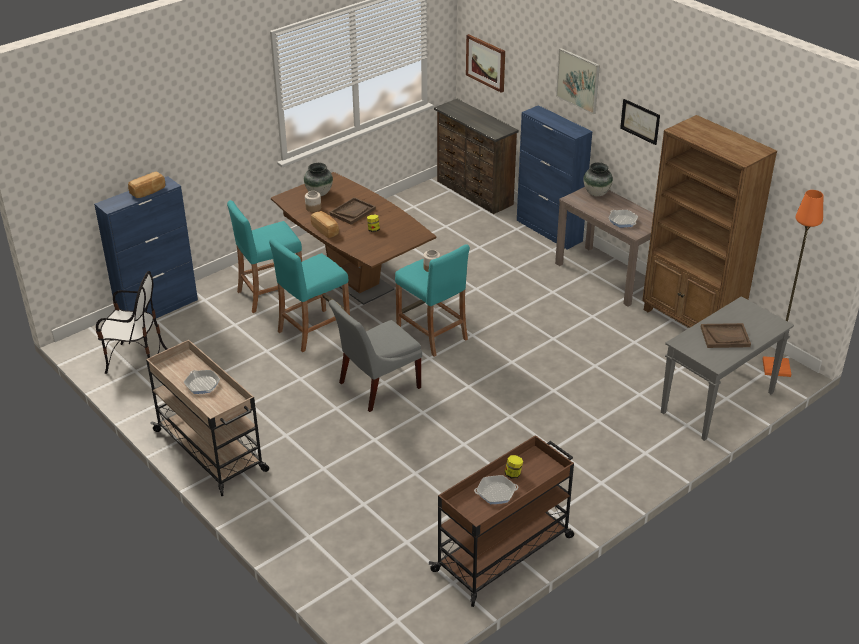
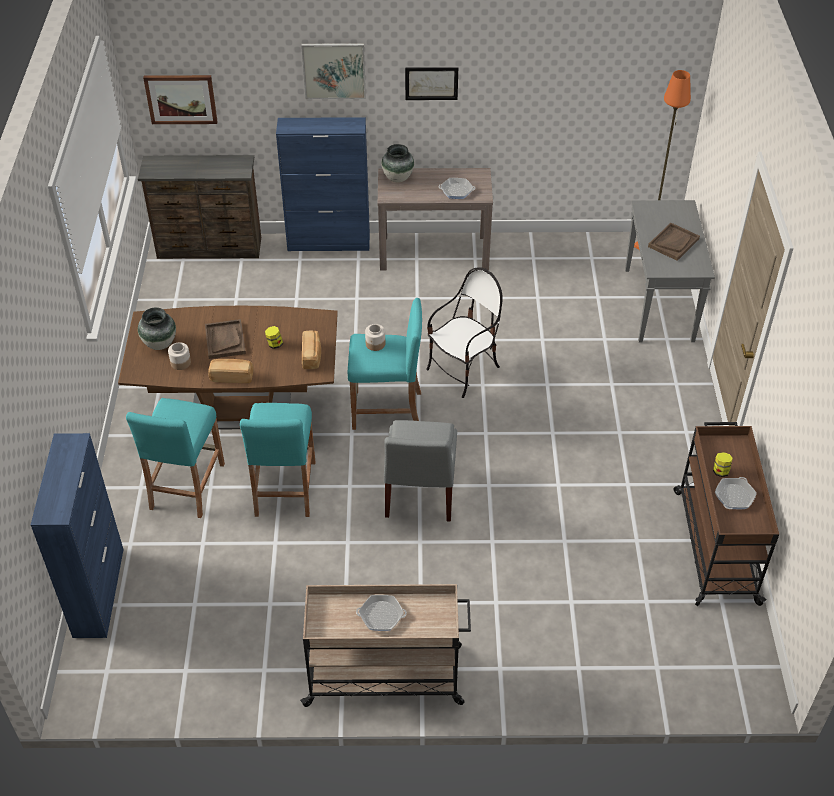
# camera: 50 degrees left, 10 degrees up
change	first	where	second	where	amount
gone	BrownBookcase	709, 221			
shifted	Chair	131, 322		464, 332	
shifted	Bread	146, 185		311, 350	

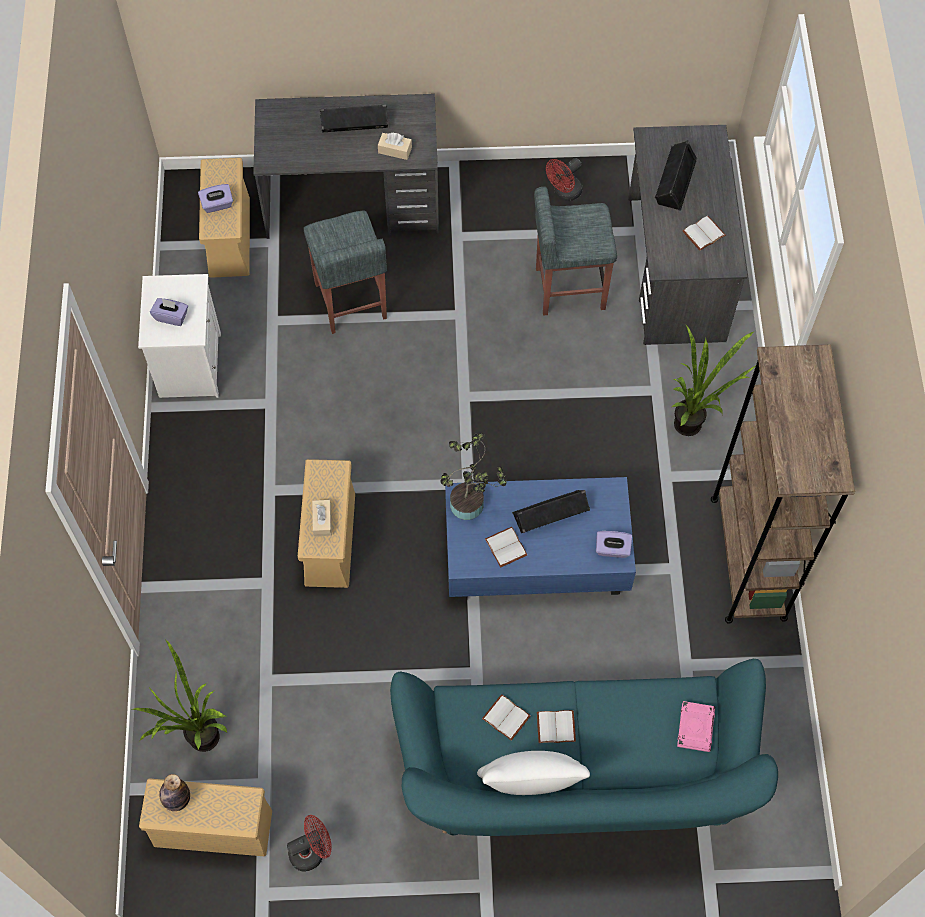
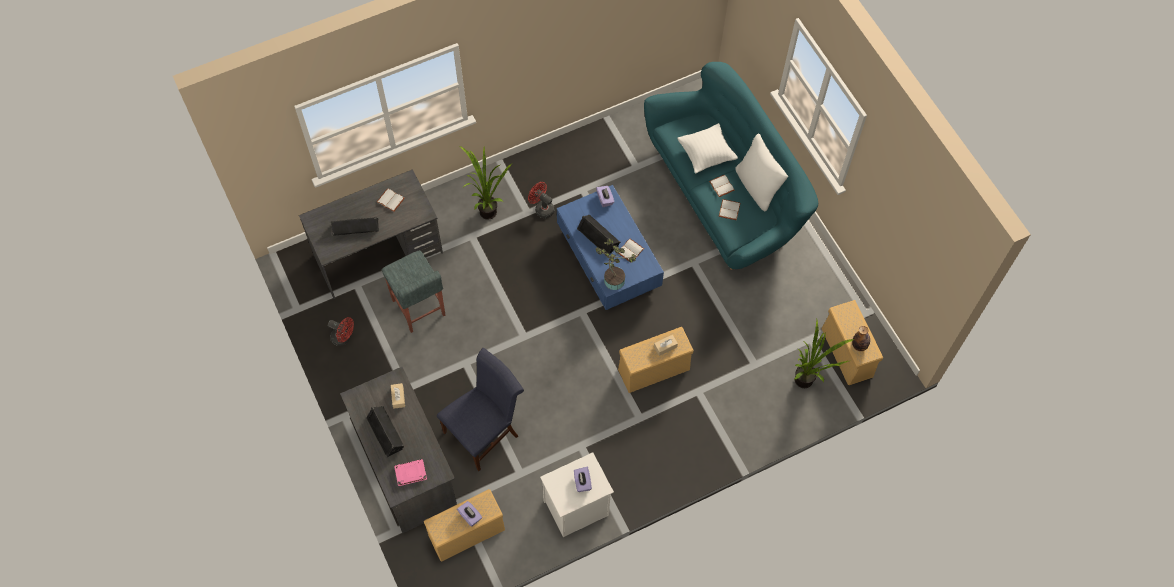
# camera: 115 degrees left, 0 degrees up
change	first	where	second	where	amount
gone	BrownBookcase	783, 484			
new			WhitePillow	707, 148	
shifted	RedFan	309, 843		541, 200	
shifted	PinkBook	696, 726		410, 472	
swapped	GreyStool	345, 272	BlueChair	480, 409	

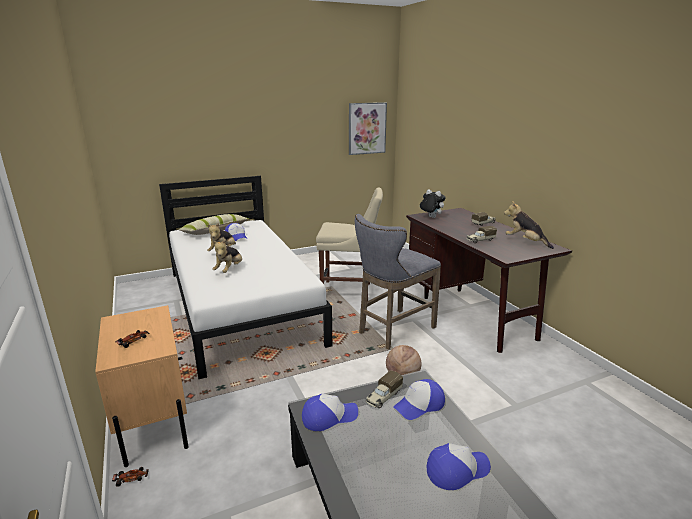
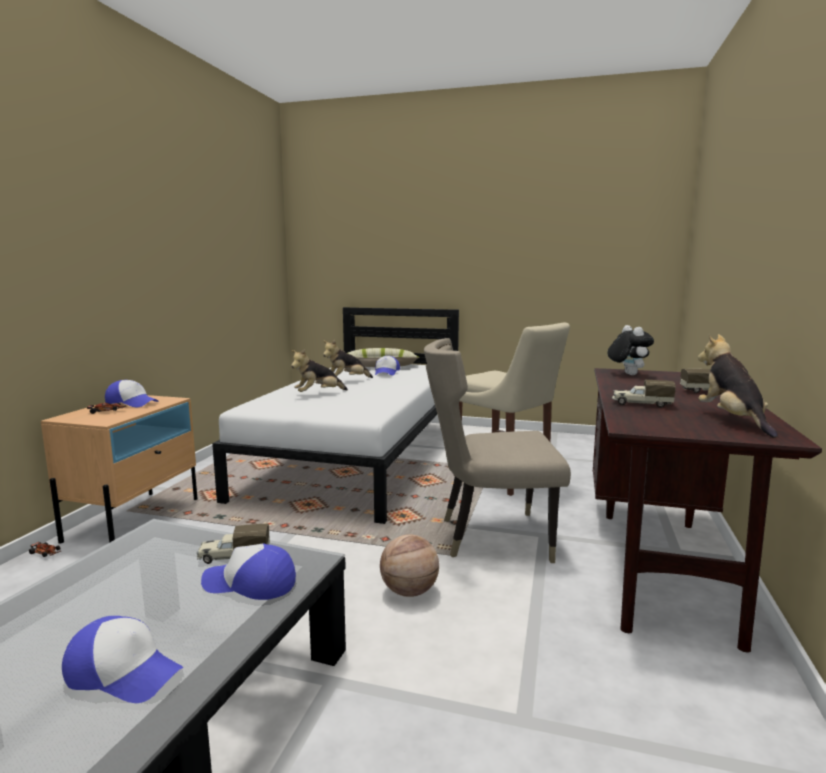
# camera: 40 degrees right, 10 degrees down
change	first	where	second	where	amount
gone	Picture	368, 128			
shifted	Cap	330, 412		131, 393	
swapped	GreyStool	398, 281	BeigeChair	497, 450	

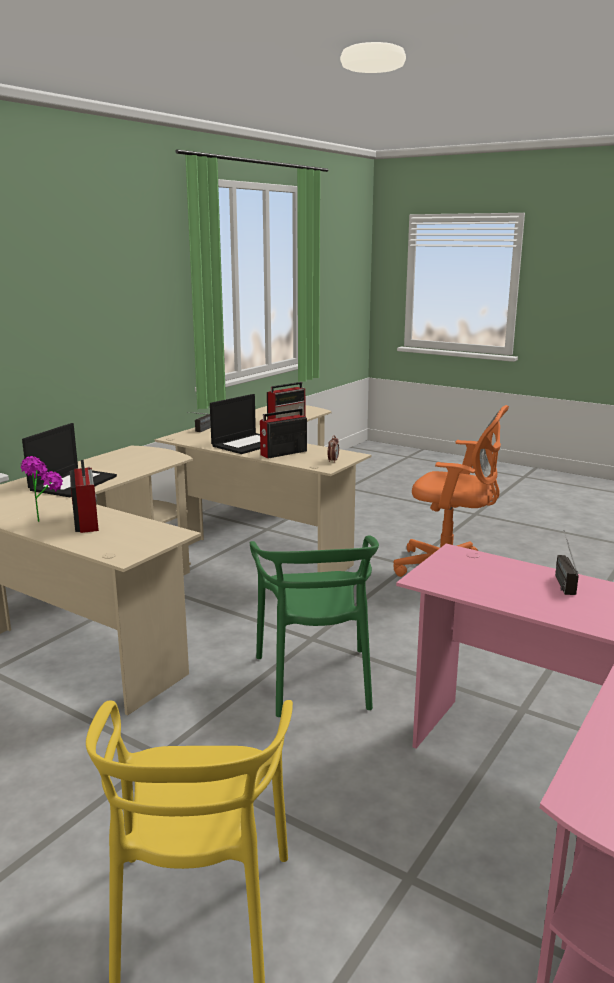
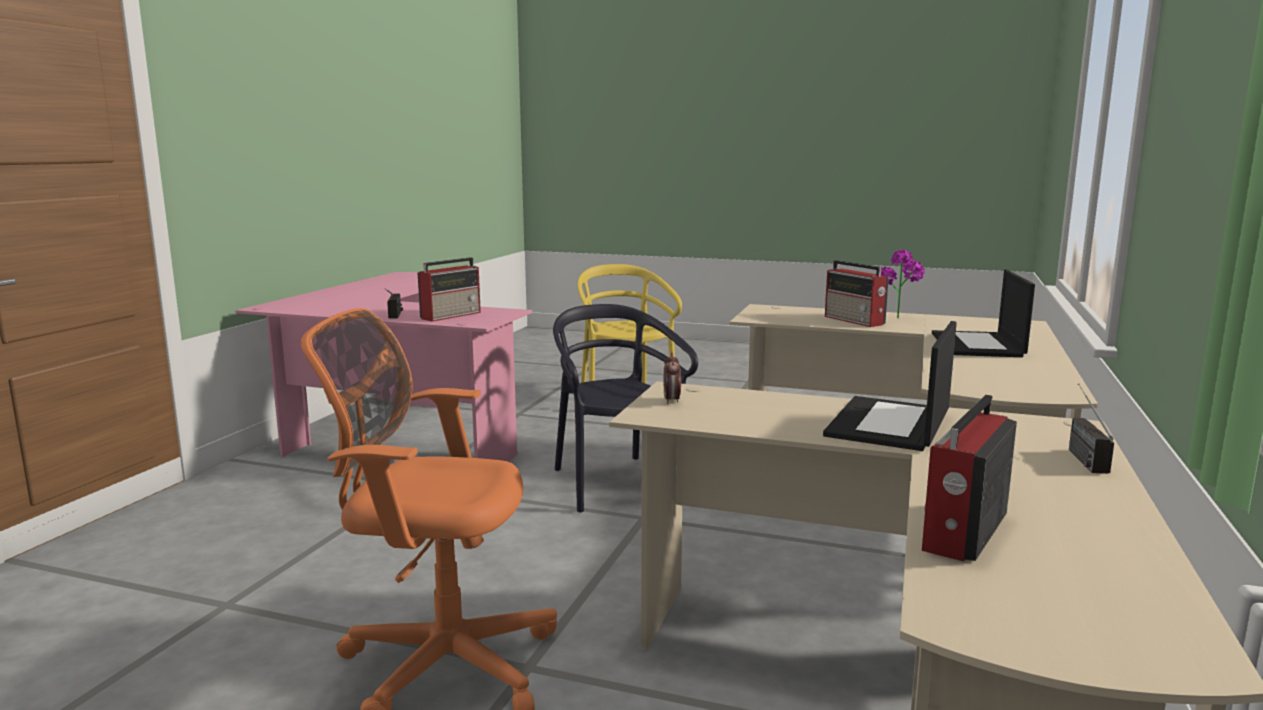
# camera: 165 degrees right, 5 degrees down
change	first	where	second	where	amount
shifted	Radio	283, 433		449, 289	
repainted	GreenChair	314, 626	BlackChair	625, 408	

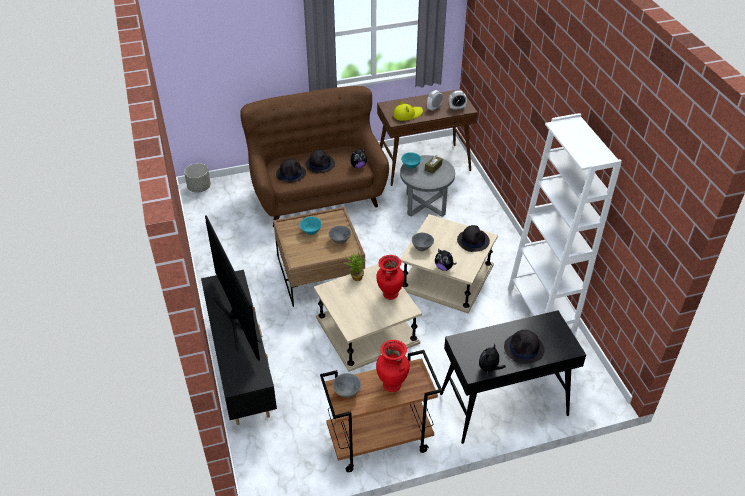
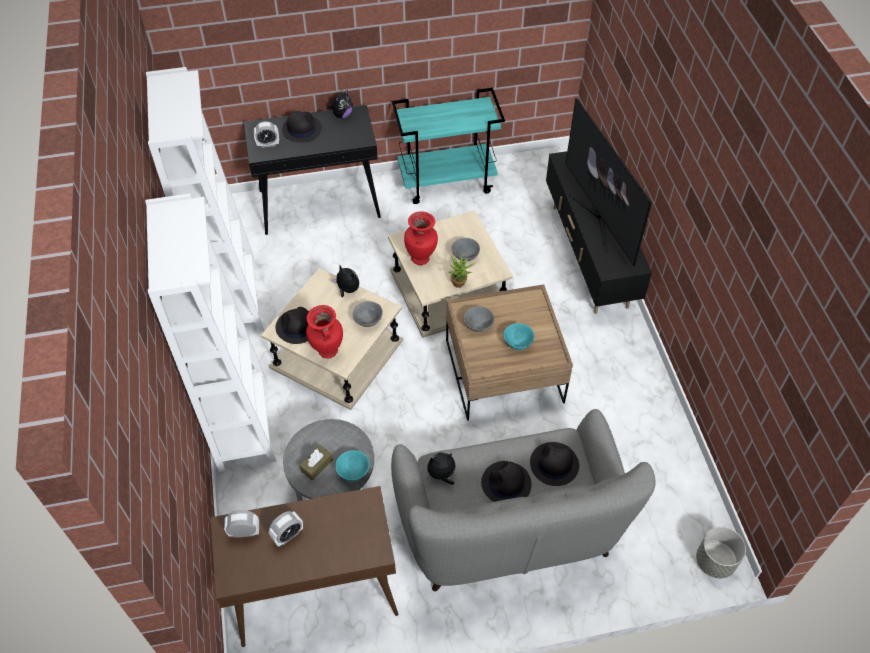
# camera: 175 degrees left, 10 degrees up
change	first	where	second	where	amount
gone	YellowHat	408, 111			
new			WhiteBookcase	211, 332	
new			AlarmClock	266, 134	
shifted	GreyBowl	347, 385		466, 250	
shifted	RedVase	393, 366		324, 332	
repainted	BrownSofa	314, 156	GreySofa	523, 500	
repainted	BrownCart	381, 411	TurquoiseCart	448, 145	

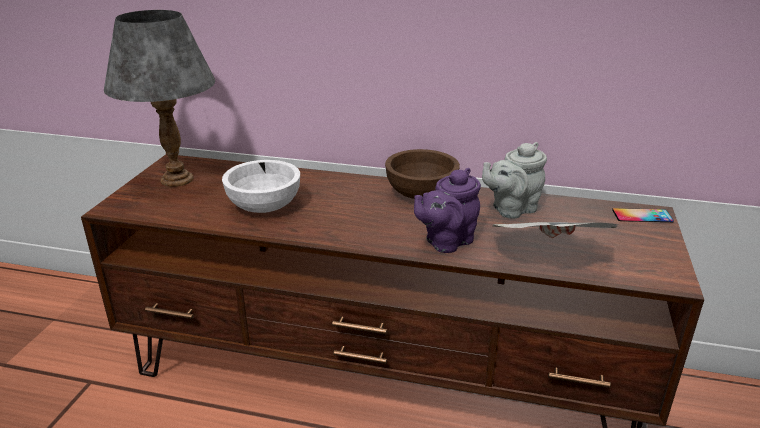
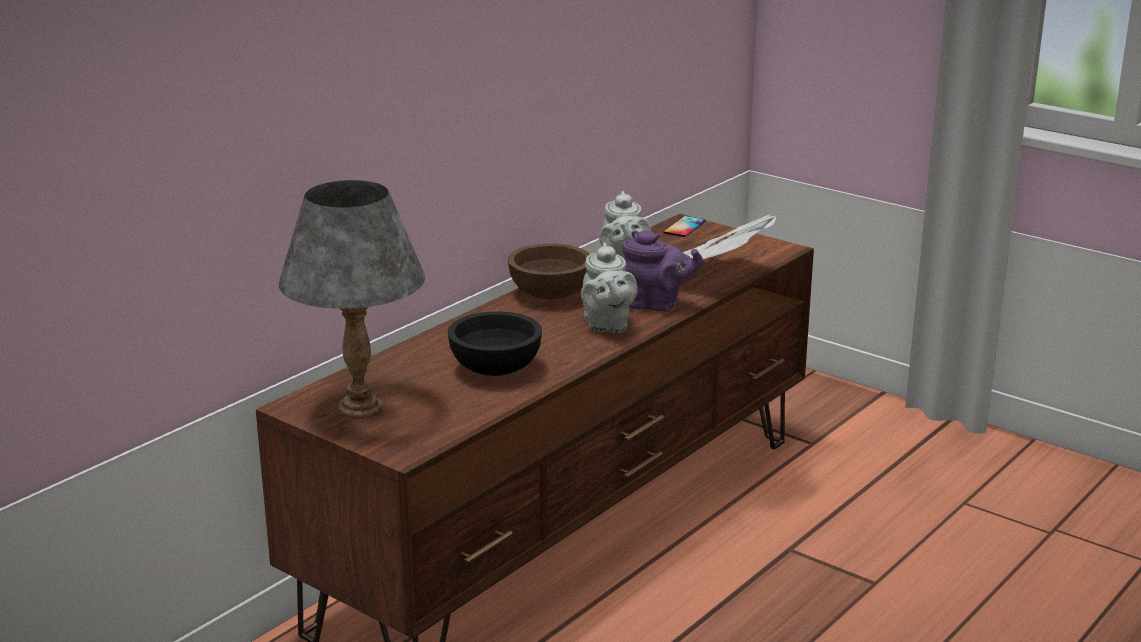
# camera: 65 degrees left, 5 degrees down
change	first	where	second	where	amount
new			GreyTeapot	609, 288	
repainted	WhiteBowl	261, 186	BlackBowl	495, 343	
rotated	PurpleTeapot	447, 210		662, 270	60 degrees counterclockwise

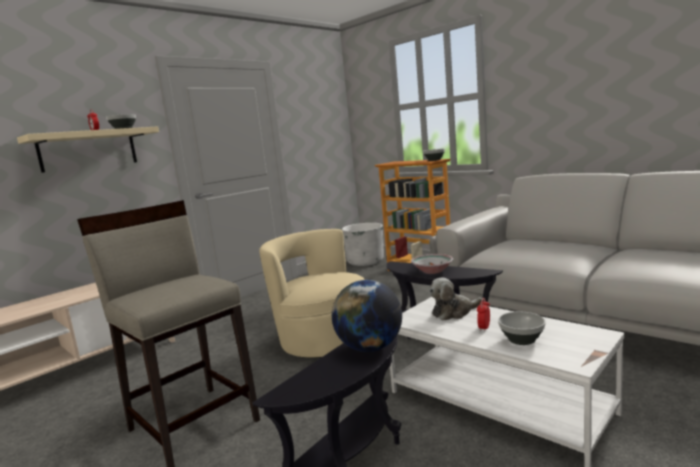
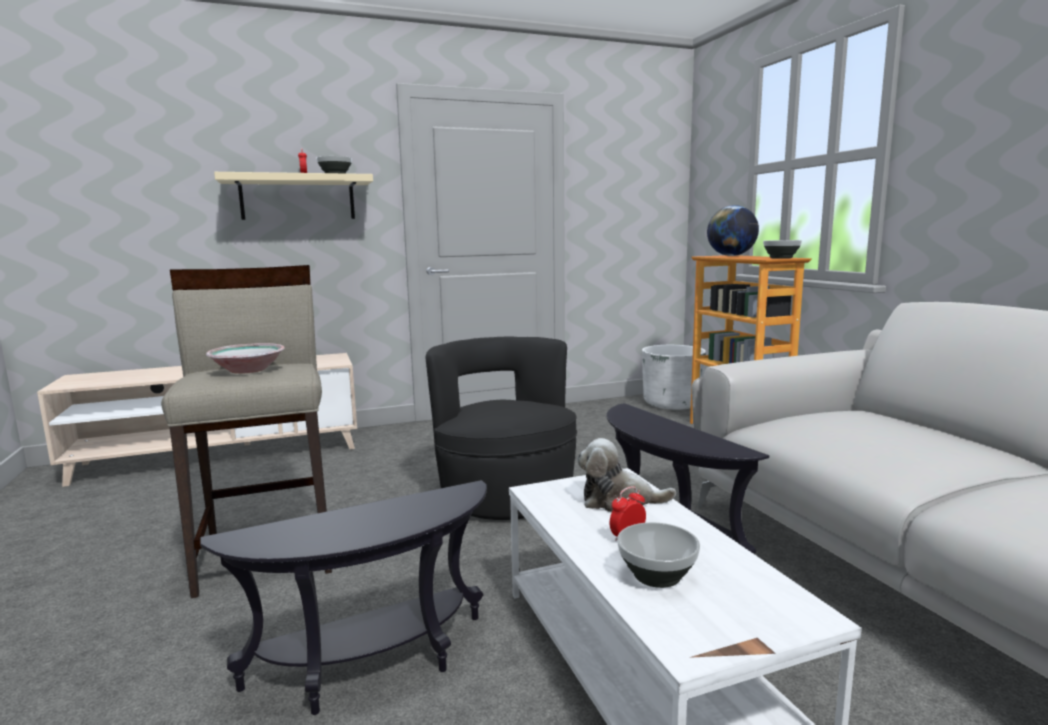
# camera: 25 degrees right, 0 degrees up
change	first	where	second	where	amount
shifted	Globe	367, 316		733, 230	
shifted	Bowl	432, 264		245, 358	
repainted	BeigeArmchair	312, 293	BlackArmchair	501, 428	

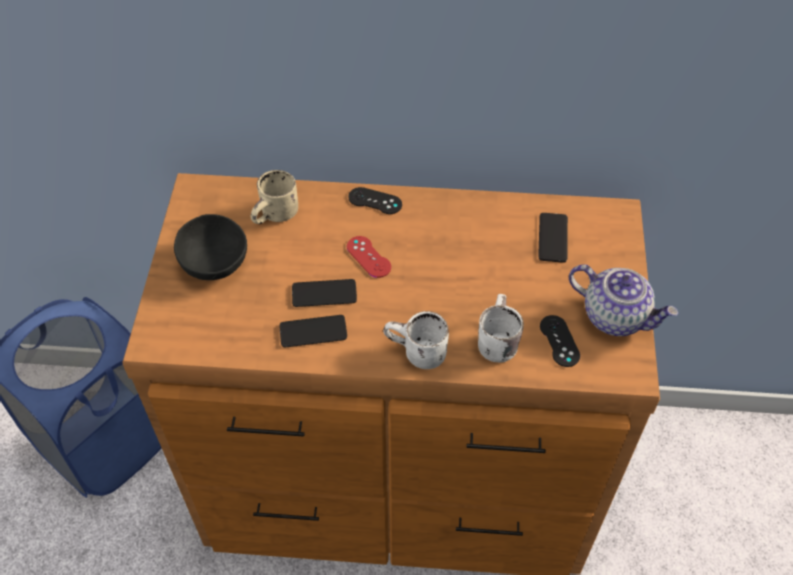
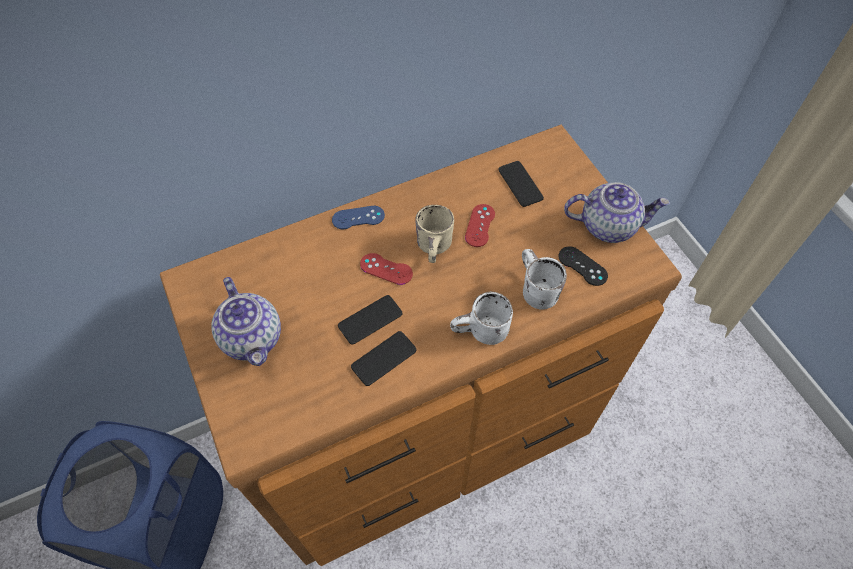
# camera: 30 degrees left, 5 degrees up
change	first	where	second	where	amount
new			RedGameController	480, 225	
shifted	BeigeMug	274, 197		434, 234	
swapped	BlackBowl	210, 247	Teapot	246, 321	
repainted	BlackGameController	375, 200	BlueGameController	358, 217	

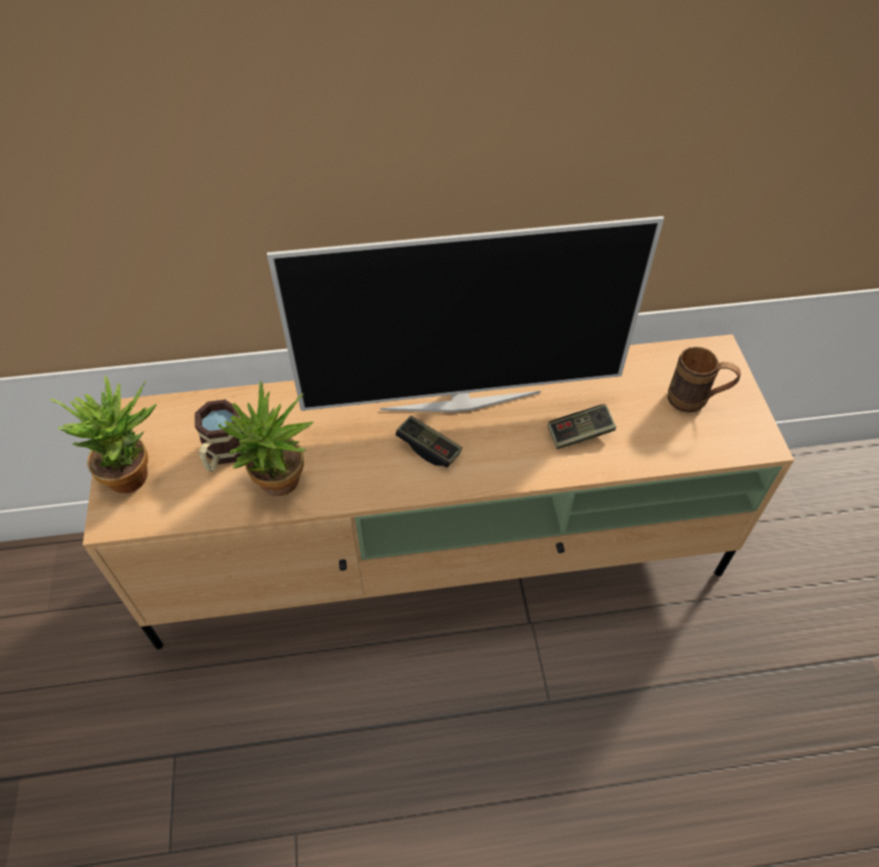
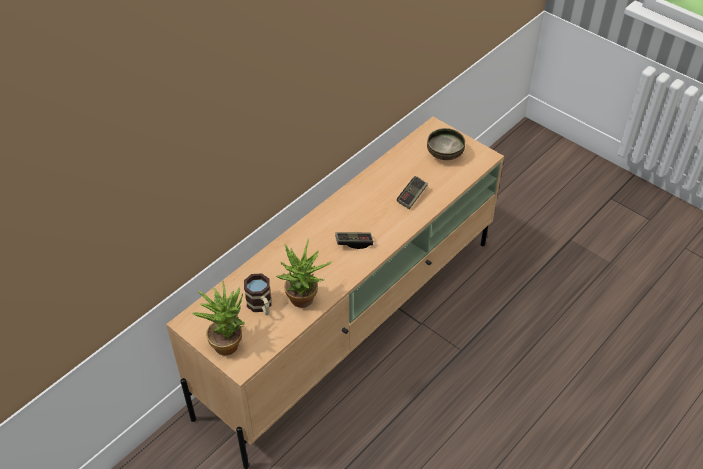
# camera: 40 degrees left, 5 degrees down
change	first	where	second	where	amount
gone	Television	465, 314			
swapped	BrownMug	704, 380	Bowl	446, 144	

